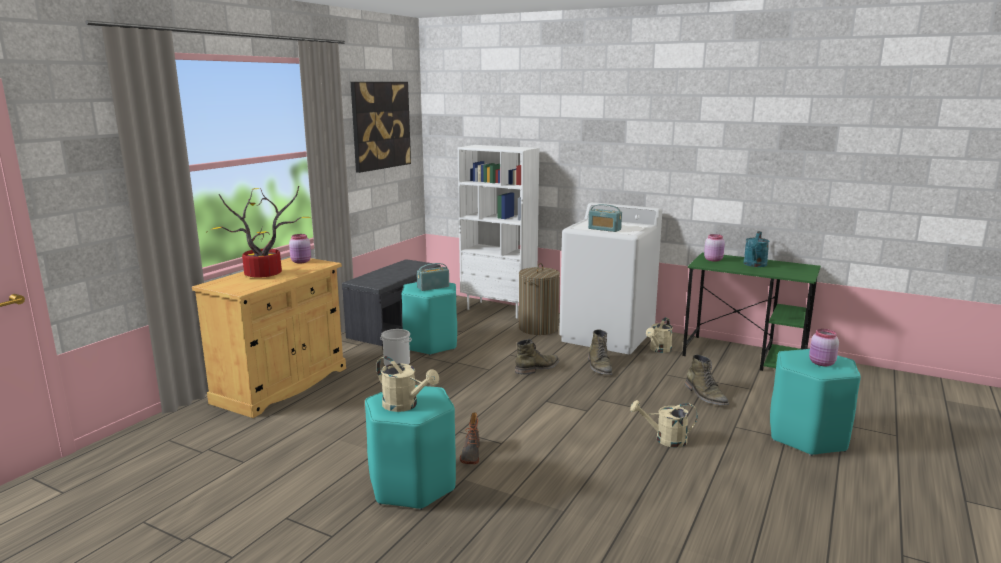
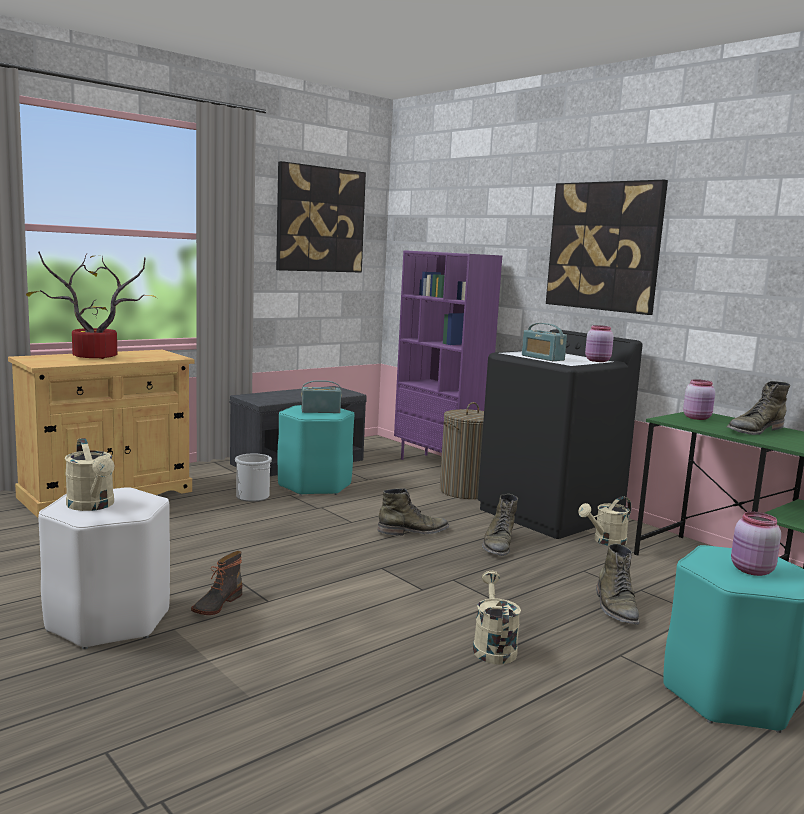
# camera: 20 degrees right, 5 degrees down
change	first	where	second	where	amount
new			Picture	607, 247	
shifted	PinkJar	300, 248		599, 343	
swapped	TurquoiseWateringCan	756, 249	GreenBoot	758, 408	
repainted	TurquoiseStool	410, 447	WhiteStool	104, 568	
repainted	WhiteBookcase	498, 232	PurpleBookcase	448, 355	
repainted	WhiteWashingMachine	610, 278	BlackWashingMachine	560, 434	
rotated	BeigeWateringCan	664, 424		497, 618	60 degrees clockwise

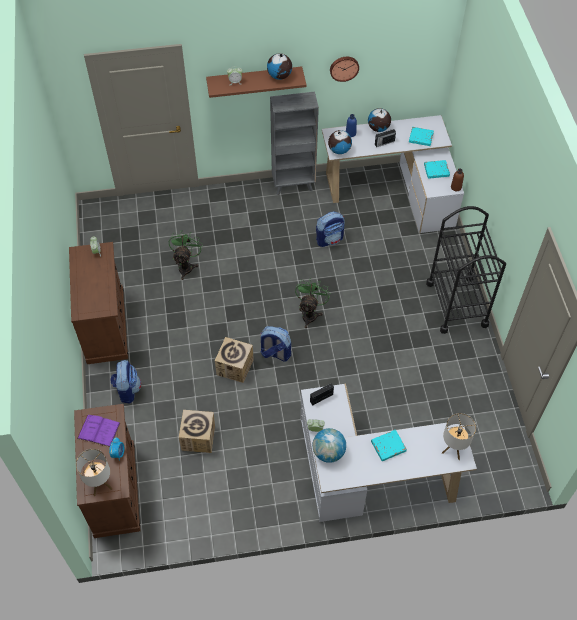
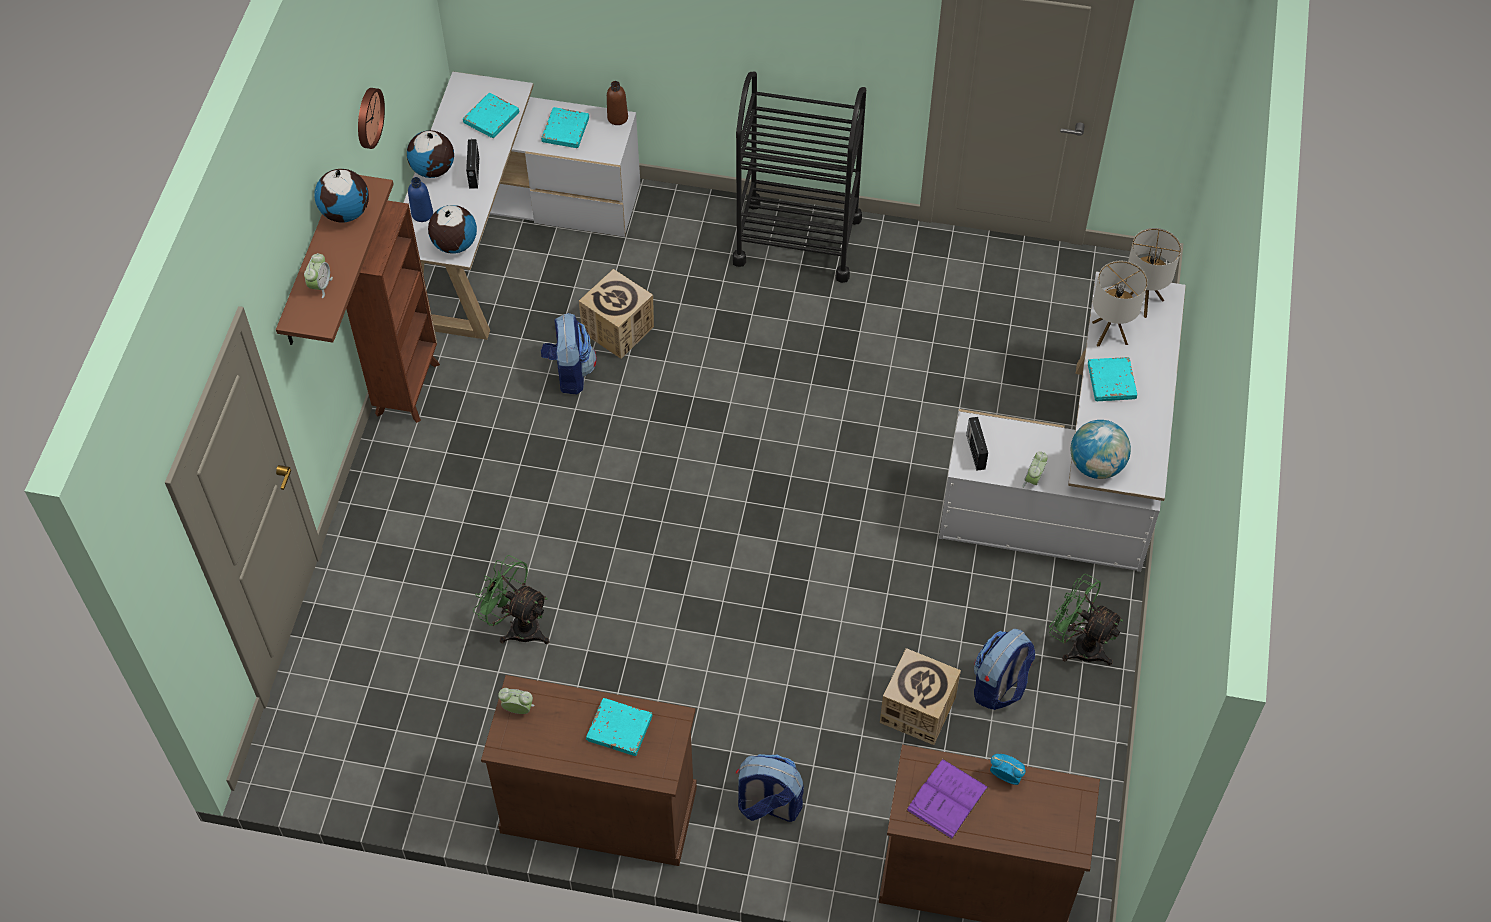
# camera: 70 degrees left, 0 degrees up
change	first	where	second	where	amount
new			TurquoiseBook	619, 727	
shifted	TableLamp	94, 472		1120, 304	
shifted	CardboardBox	234, 360		616, 314	
shifted	Backpack	275, 344		1004, 669	
shifted	GreenFan	312, 303		1086, 620	
repainted	GreyBookcase	294, 143	BrownBookcase	393, 311	

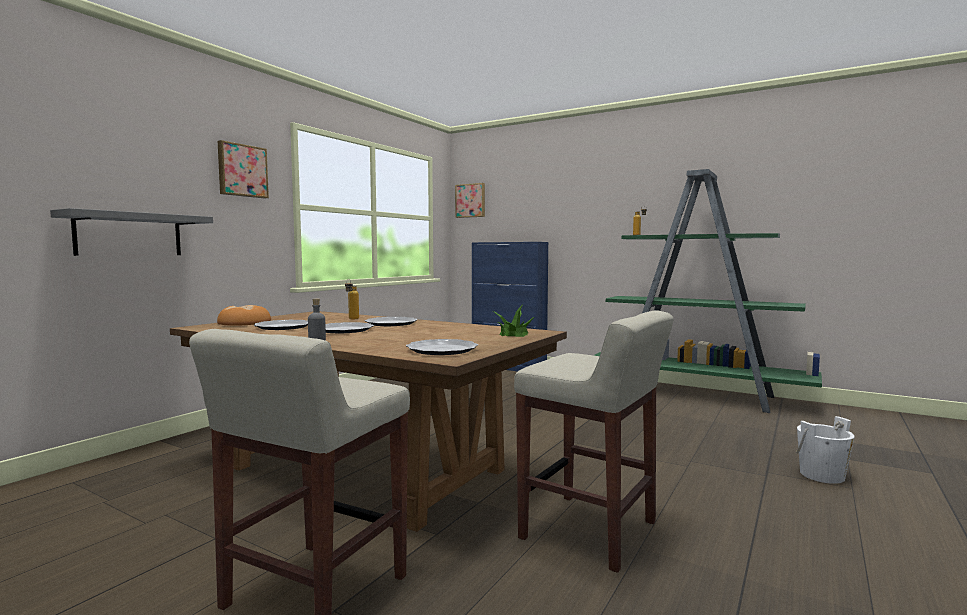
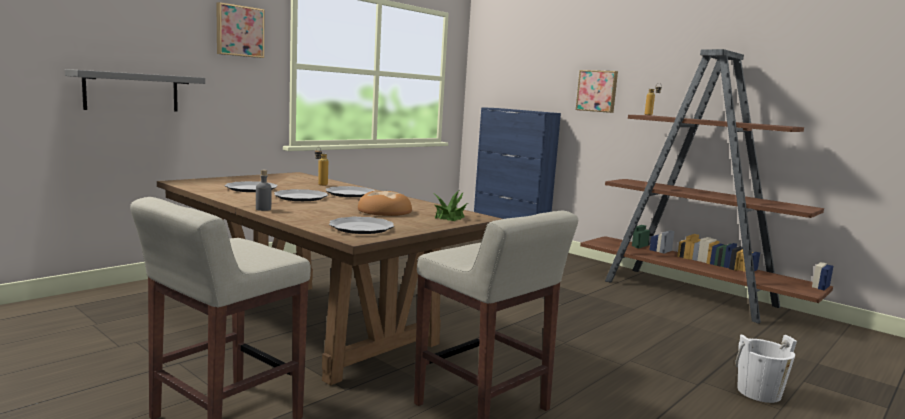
# camera: 10 degrees right, 5 degrees up
change	first	where	second	where	amount
shifted	Bread	244, 315		385, 203	
shifted	Picture	470, 200		597, 91	
repainted	GreenBookcase	707, 291	BrownBookcase	706, 186	

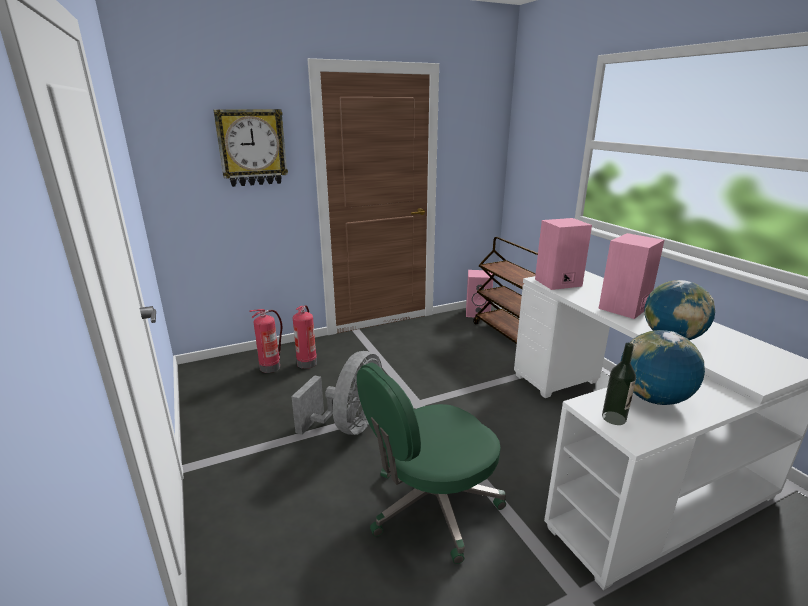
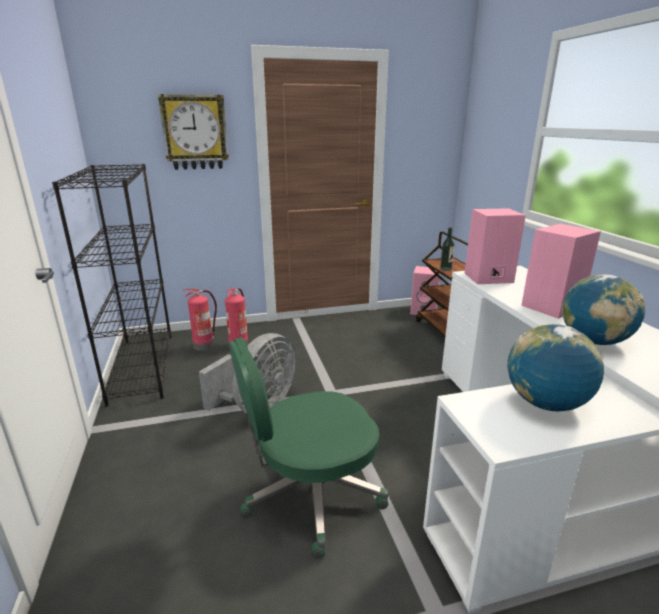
# camera: 10 degrees right, 0 degrees up
change	first	where	second	where	amount
new			BlackBookcase	111, 285	
shifted	Bottle	619, 384		447, 249	

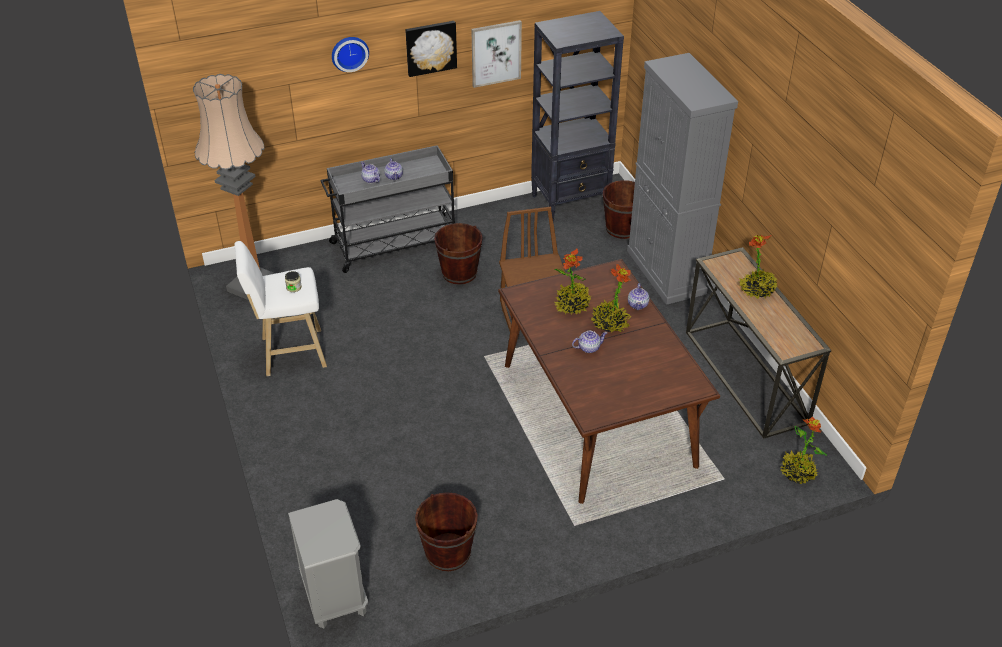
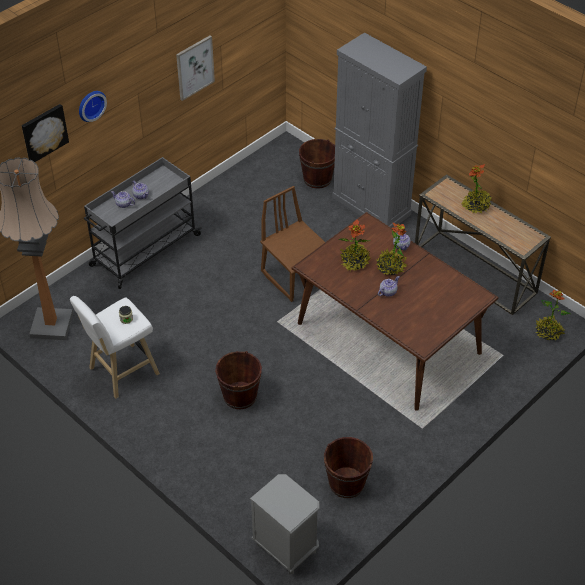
# camera: 25 degrees left, 5 degrees up
change	first	where	second	where	amount
gone	BlackBookcase	577, 116			
shifted	Picture	431, 49		45, 133	
shifted	BrownBucket	458, 254		238, 380	

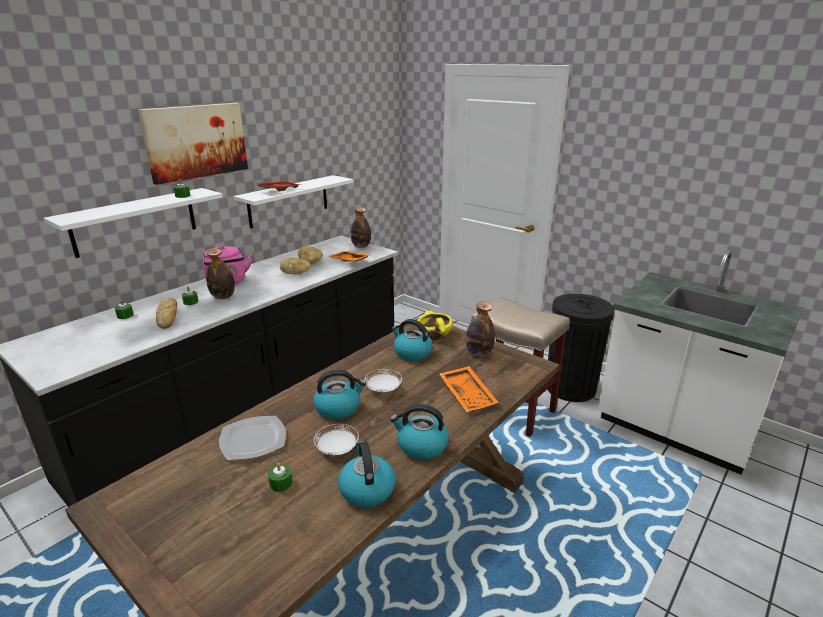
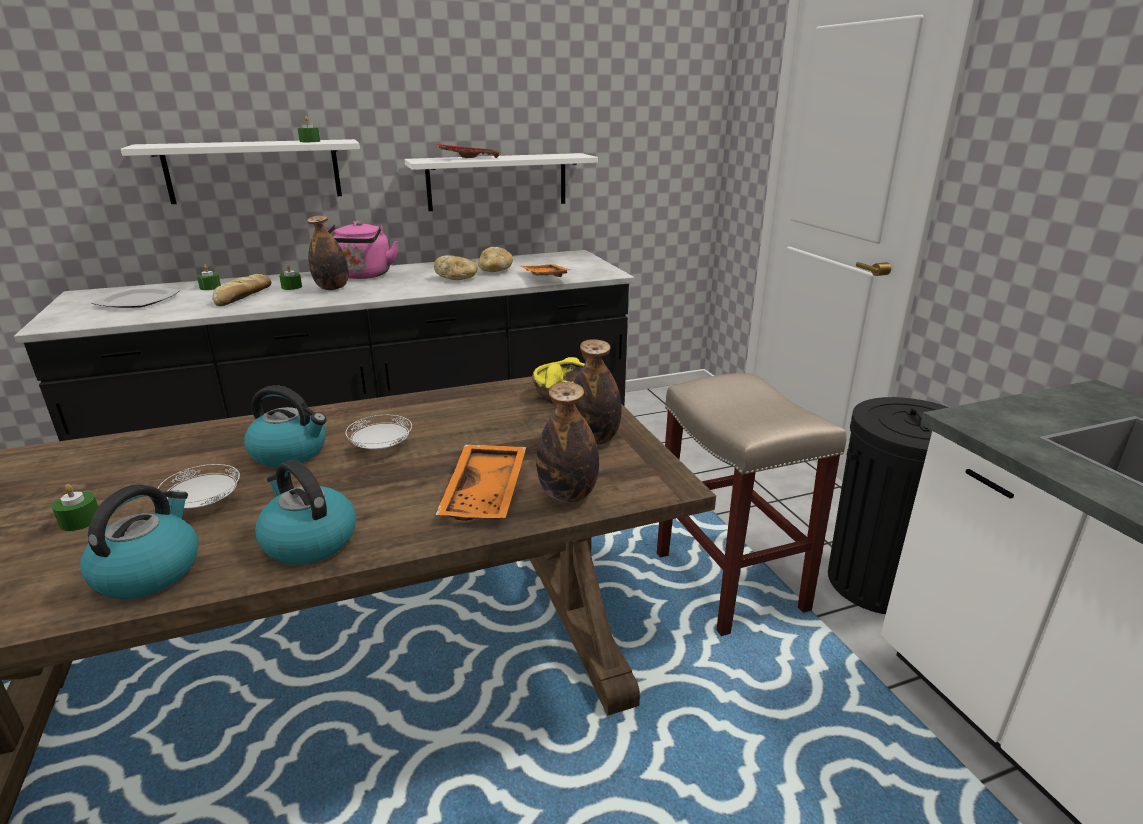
# camera: 30 degrees right, 0 degrees up
change	first	where	second	where	amount
gone	Picture	193, 144			
gone	Kettle	412, 340			
shifted	Plate	252, 438		135, 297	
shifted	Bottle	361, 227		567, 442	

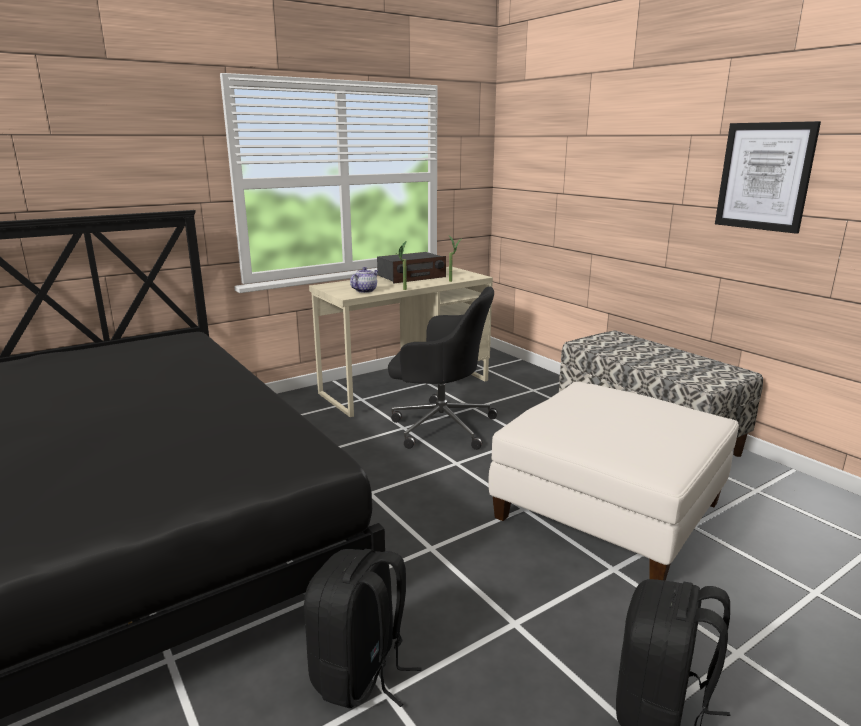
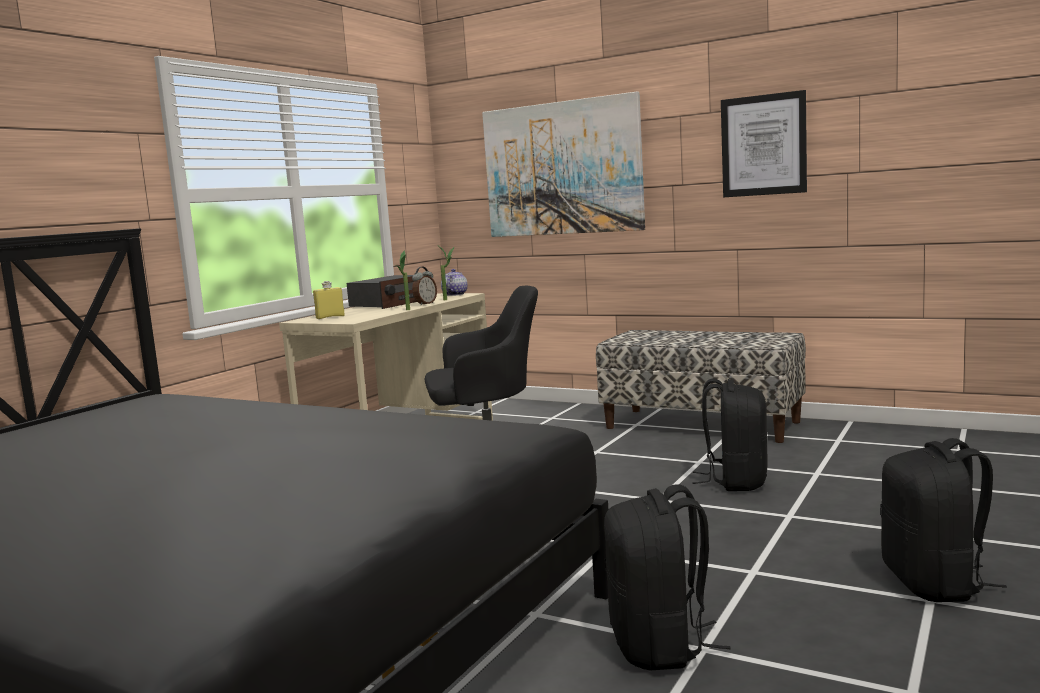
# camera: 25 degrees left, 10 degrees down
change	first	where	second	where	amount
new			YellowBottle	329, 300	
new			AlarmClock	424, 286	
new			Picture	563, 164	
shifted	Teapot	364, 280		454, 282	
swapped	WhiteOttoman	613, 481	BlackBackpack	730, 435	

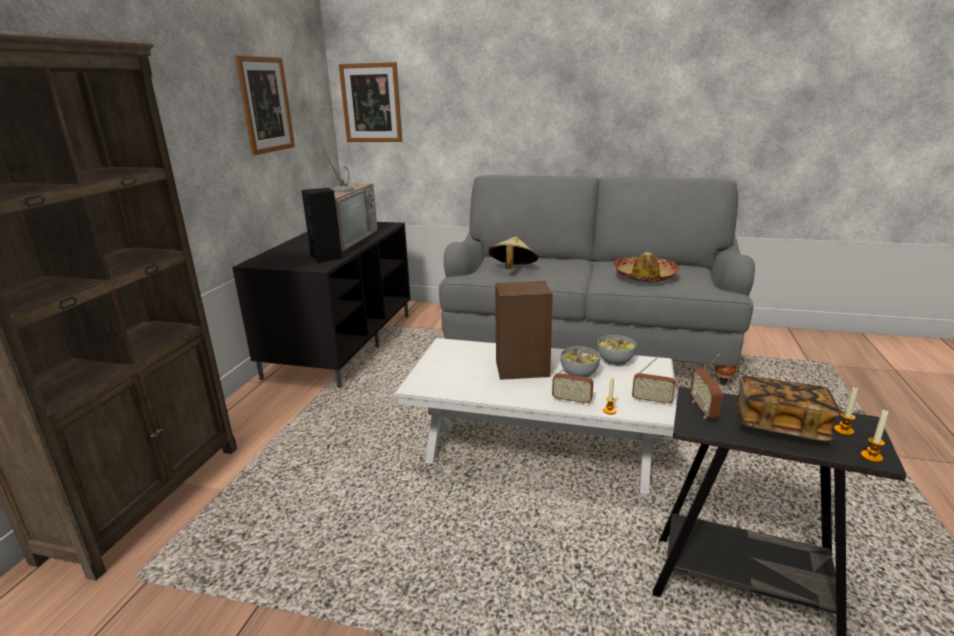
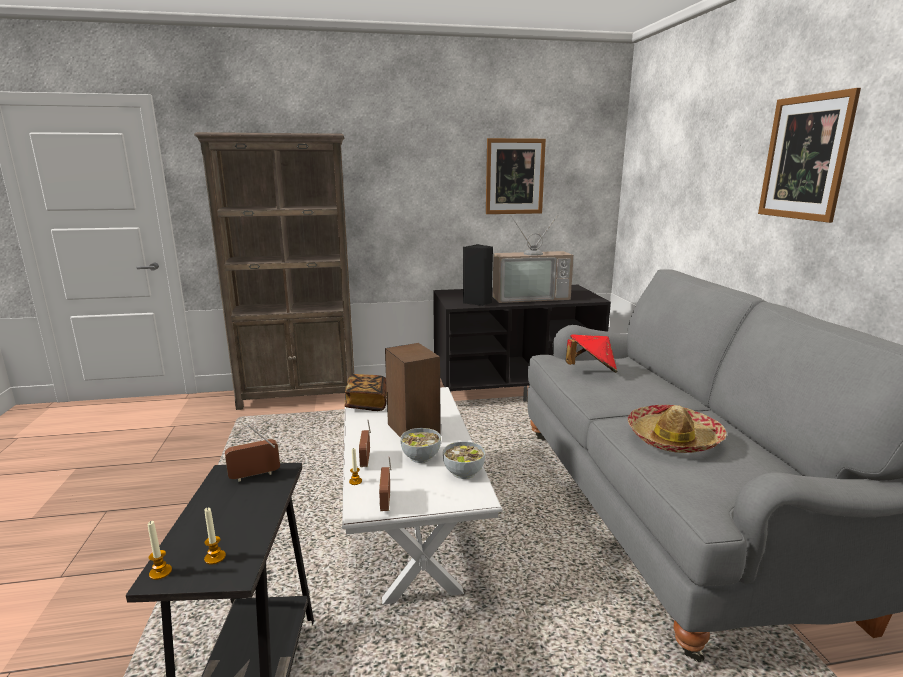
# camera: 65 degrees right, 5 degrees down
change	first	where	second	where	amount
shifted	Picture	370, 102		809, 155	
shifted	Book	789, 408		366, 392	
repainted	BeigeHat	513, 253	RedHat	591, 354	

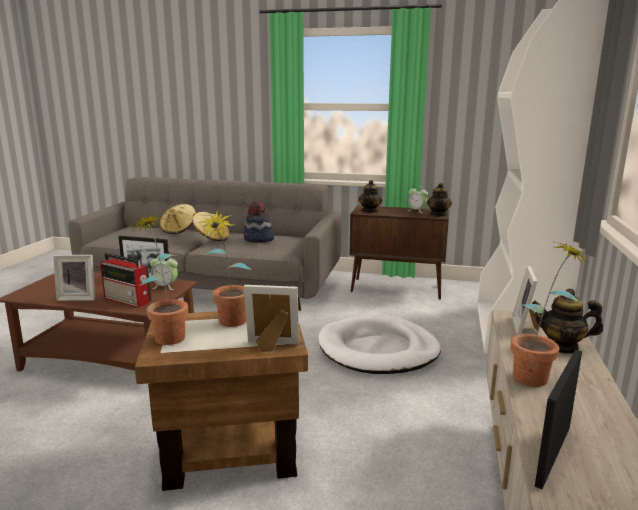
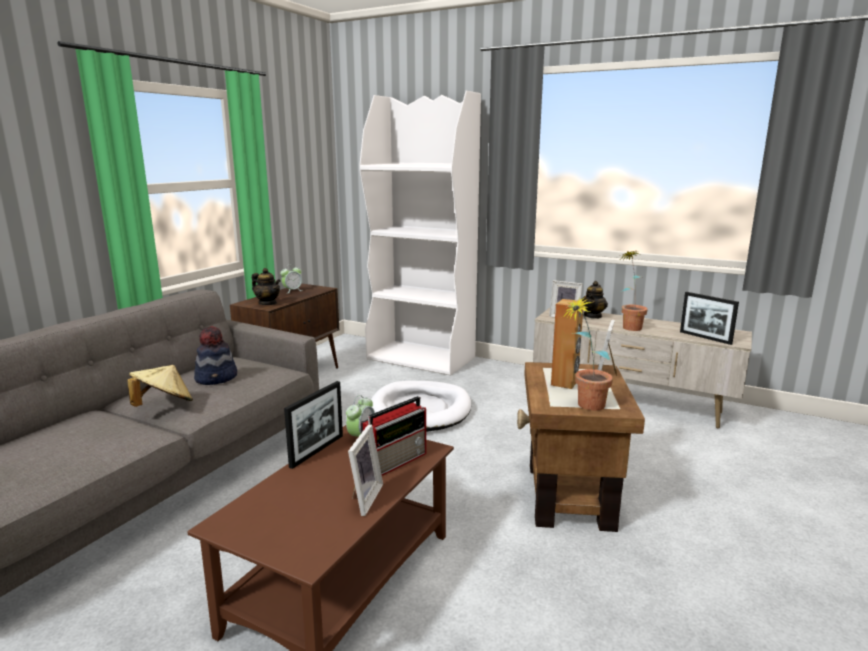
# camera: 75 degrees left, 0 degrees up
change	first	where	second	where	amount
gone	BeigeHat	178, 219			
gone	Teapot	439, 199			
swapped	PottedPlant	226, 268	BrownSpeaker	567, 344	

